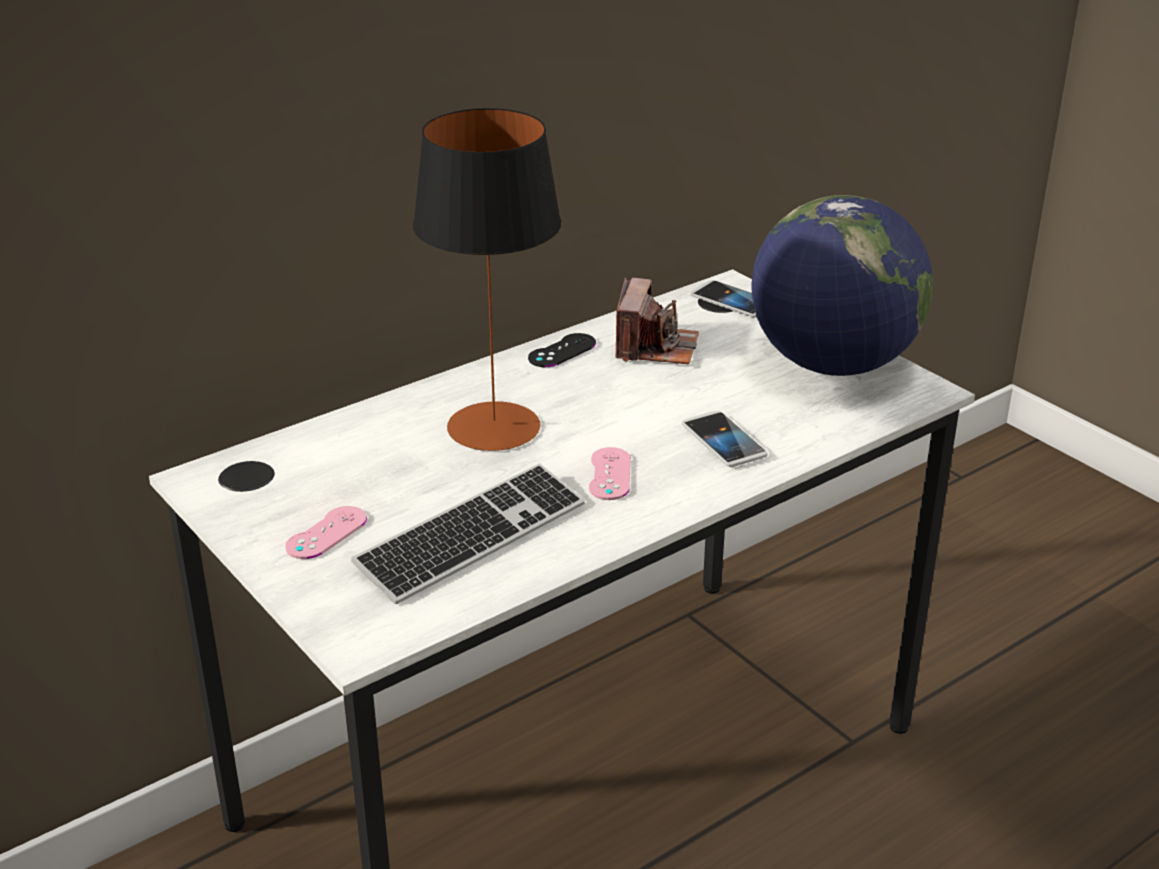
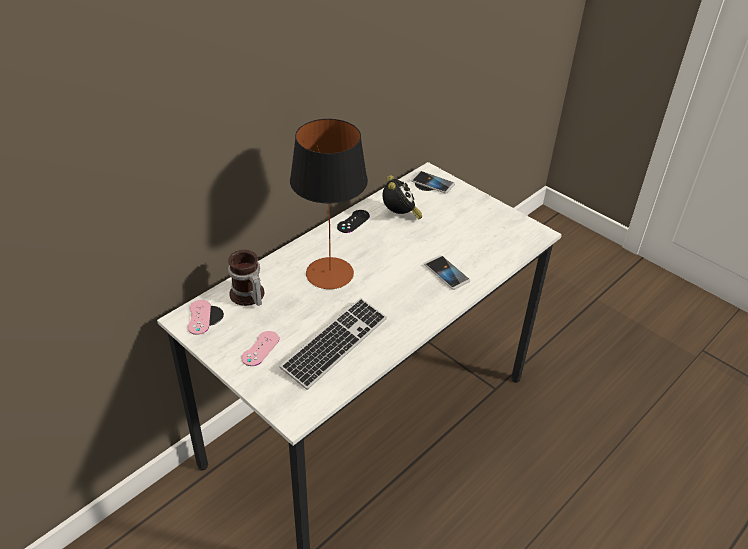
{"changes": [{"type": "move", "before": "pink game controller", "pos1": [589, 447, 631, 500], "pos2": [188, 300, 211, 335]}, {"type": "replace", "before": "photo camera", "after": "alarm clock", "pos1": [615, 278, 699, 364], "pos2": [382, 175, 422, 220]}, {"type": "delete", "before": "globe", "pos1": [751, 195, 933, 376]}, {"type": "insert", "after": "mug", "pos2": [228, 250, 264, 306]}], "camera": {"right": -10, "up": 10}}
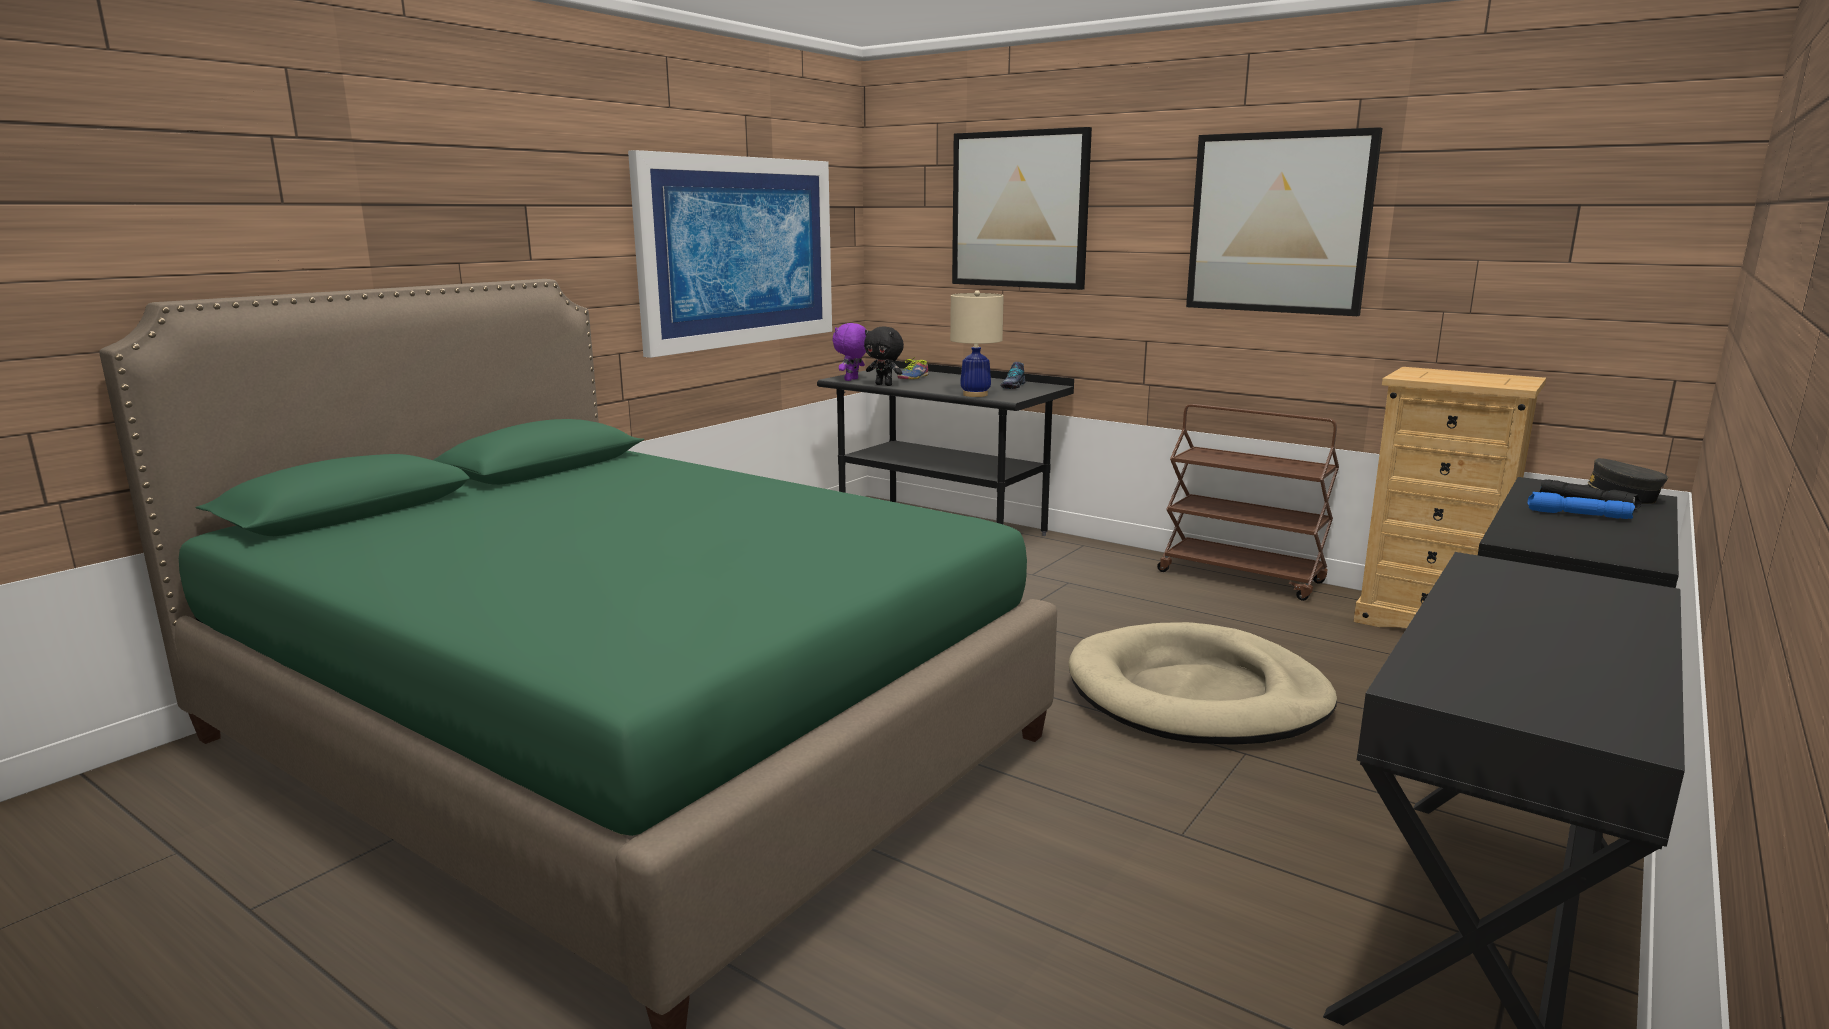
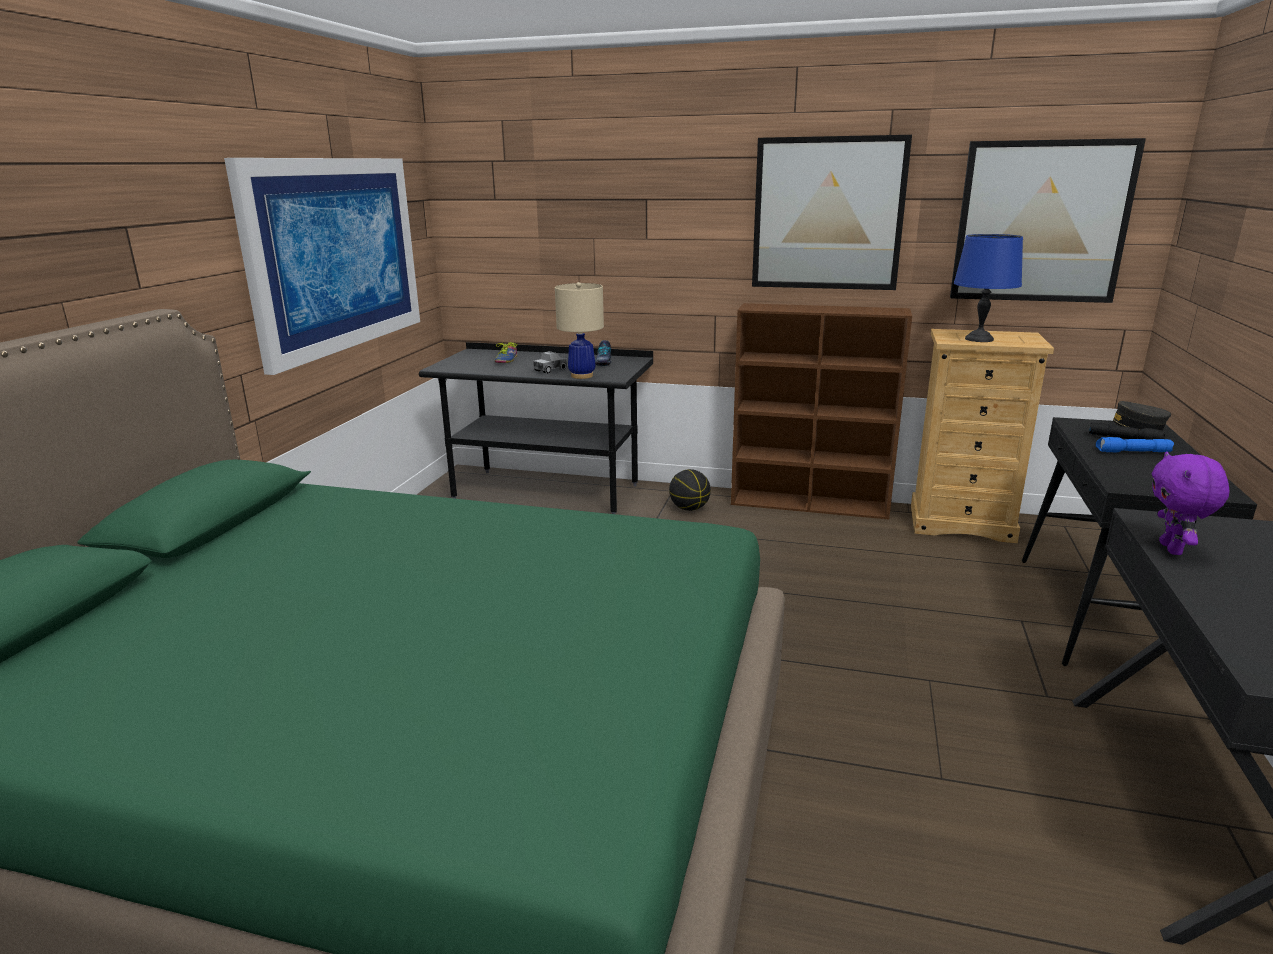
{"changes": [{"type": "move", "before": "purple plush toy", "pos1": [832, 323, 866, 381], "pos2": [1152, 451, 1230, 555]}, {"type": "delete", "before": "black plush toy", "pos1": [864, 327, 904, 386]}, {"type": "move", "before": "picture", "pos1": [952, 127, 1092, 290], "pos2": [950, 138, 1146, 303]}, {"type": "delete", "before": "beige dog bed", "pos1": [1068, 622, 1337, 745]}, {"type": "replace", "before": "brown cart", "after": "brown bookcase", "pos1": [1157, 404, 1339, 601], "pos2": [731, 303, 912, 519]}, {"type": "insert", "after": "toy truck", "pos2": [533, 351, 567, 374]}, {"type": "insert", "after": "basketball", "pos2": [669, 469, 711, 511]}, {"type": "insert", "after": "blue table lamp", "pos2": [954, 234, 1023, 342]}], "camera": {"right": -20, "up": 5}}
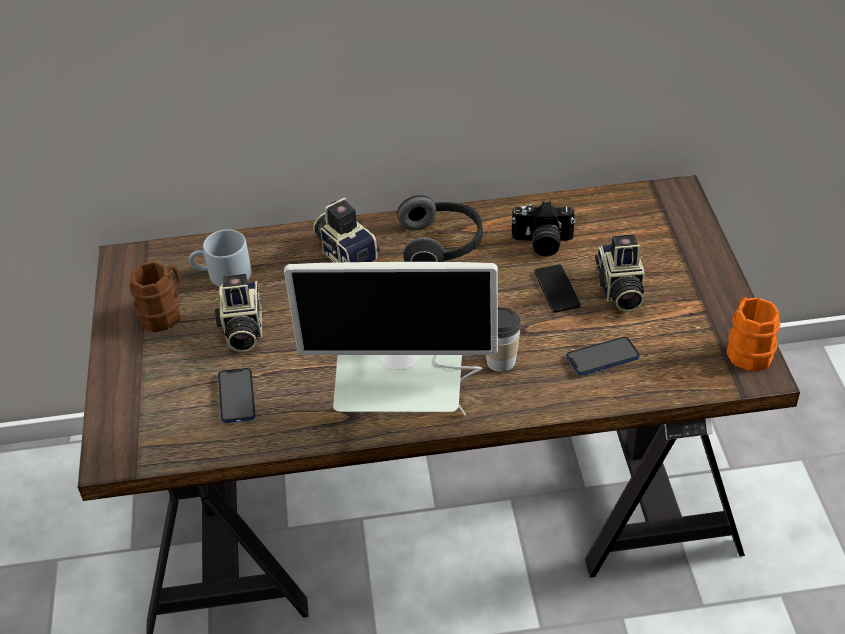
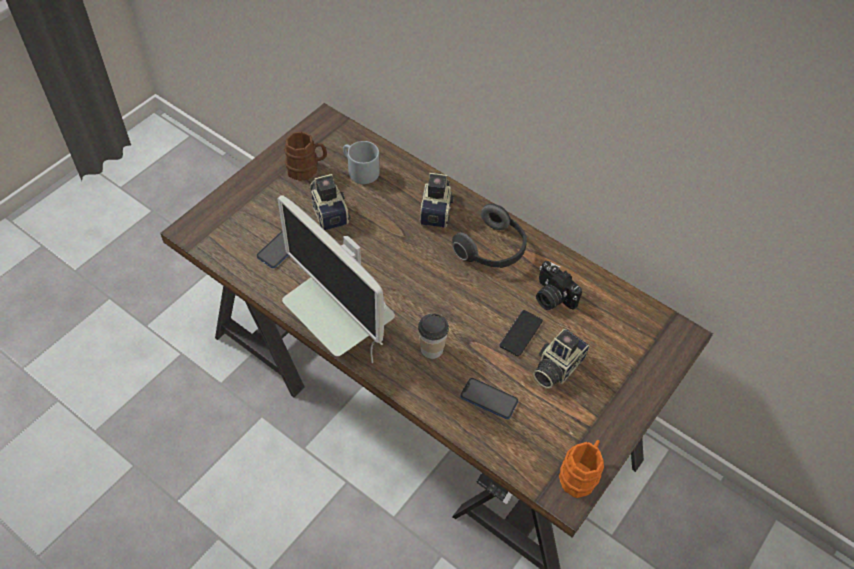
{"changes": [{"type": "rotate", "before": "photo camera", "pos1": [215, 274, 262, 352], "pos2": [310, 174, 351, 230], "turn": 120}], "camera": {"right": 40, "up": 10}}
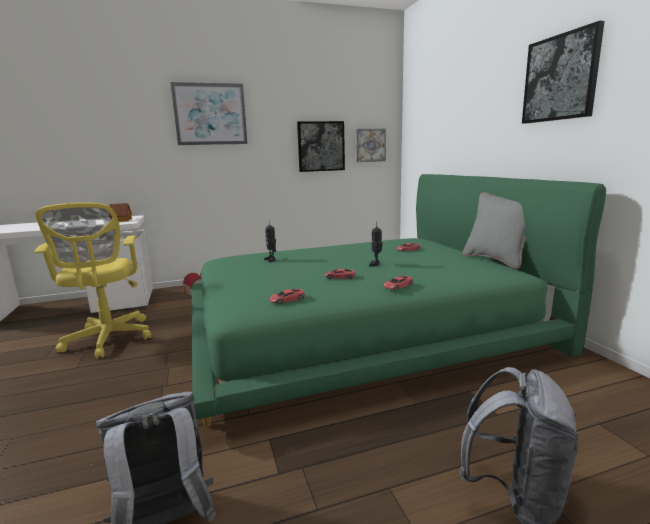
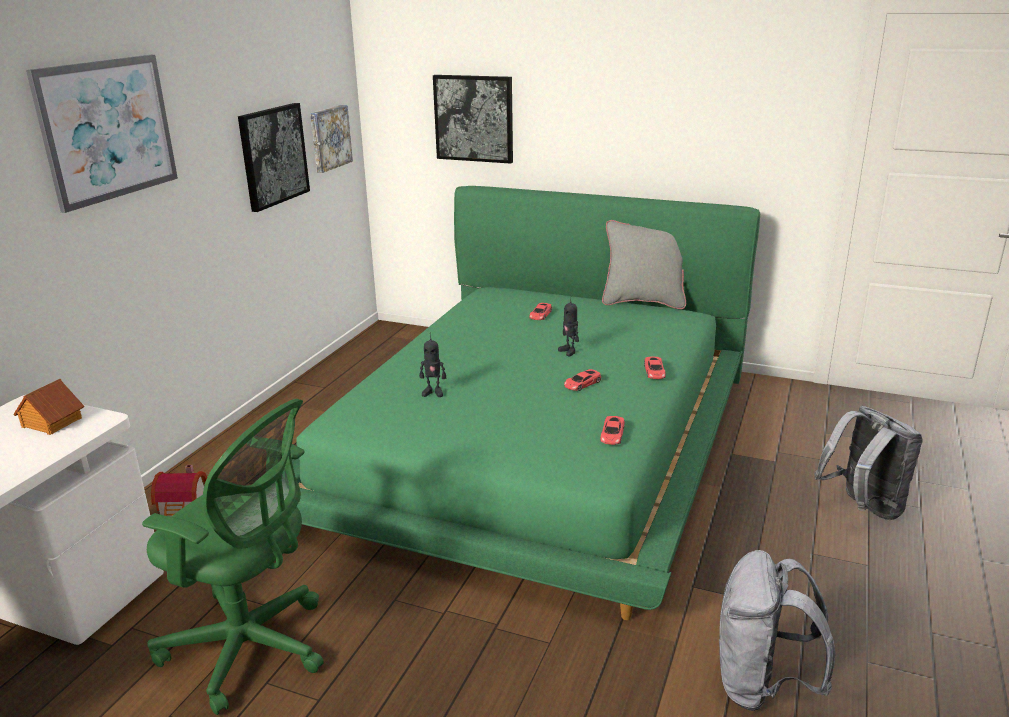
{"changes": [{"type": "recolor", "before": "yellow office chair", "after": "green office chair", "pos1": [35, 202, 152, 358], "pos2": [142, 399, 324, 715]}, {"type": "move", "before": "picture", "pos1": [522, 21, 605, 124], "pos2": [433, 75, 513, 164]}], "camera": {"right": -50, "up": 10}}
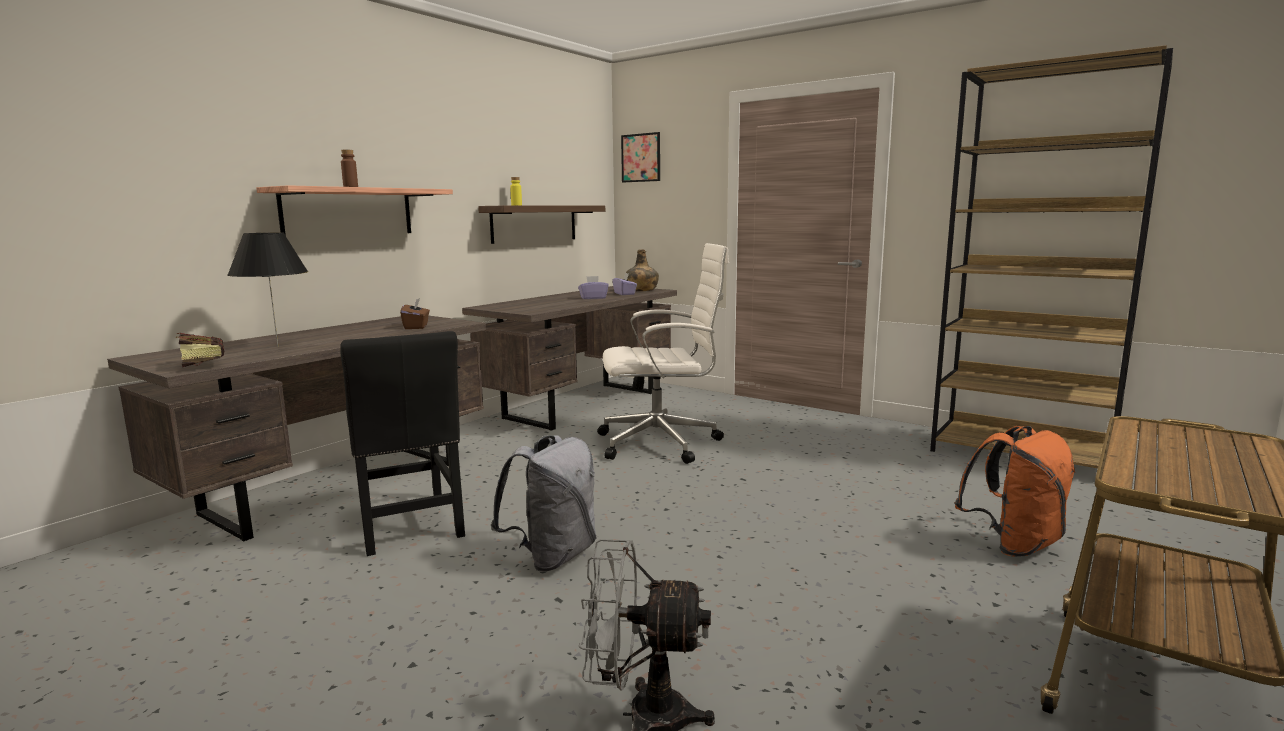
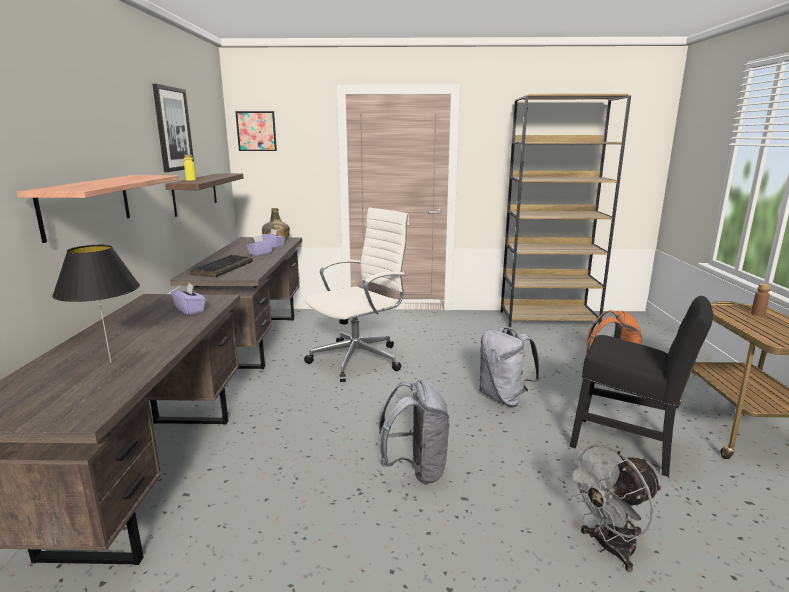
{"changes": [{"type": "delete", "before": "book", "pos1": [176, 333, 224, 367]}, {"type": "move", "before": "black chair", "pos1": [340, 331, 465, 556], "pos2": [570, 296, 713, 477]}, {"type": "move", "before": "brown bottle", "pos1": [341, 150, 358, 187], "pos2": [751, 284, 771, 316]}, {"type": "recolor", "before": "brown tissue box", "after": "purple tissue box", "pos1": [400, 298, 430, 329], "pos2": [171, 283, 206, 315]}, {"type": "insert", "after": "picture", "pos2": [153, 84, 194, 172]}, {"type": "insert", "after": "keyboard", "pos2": [190, 255, 253, 277]}, {"type": "insert", "after": "grey backpack", "pos2": [479, 328, 541, 407]}], "camera": {"right": -35, "up": 5}}
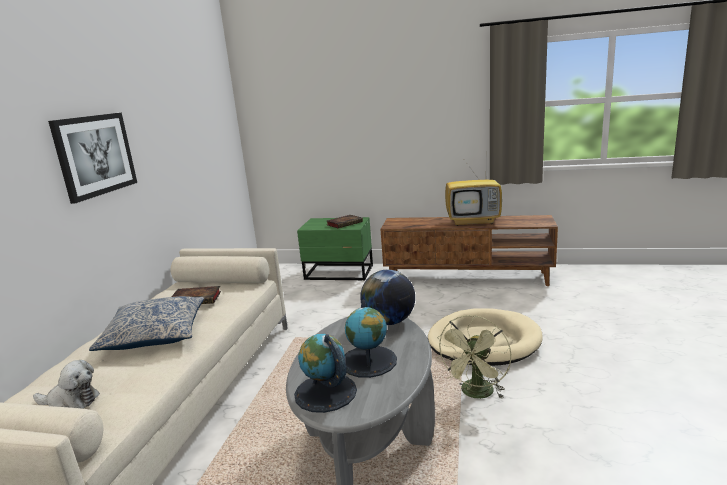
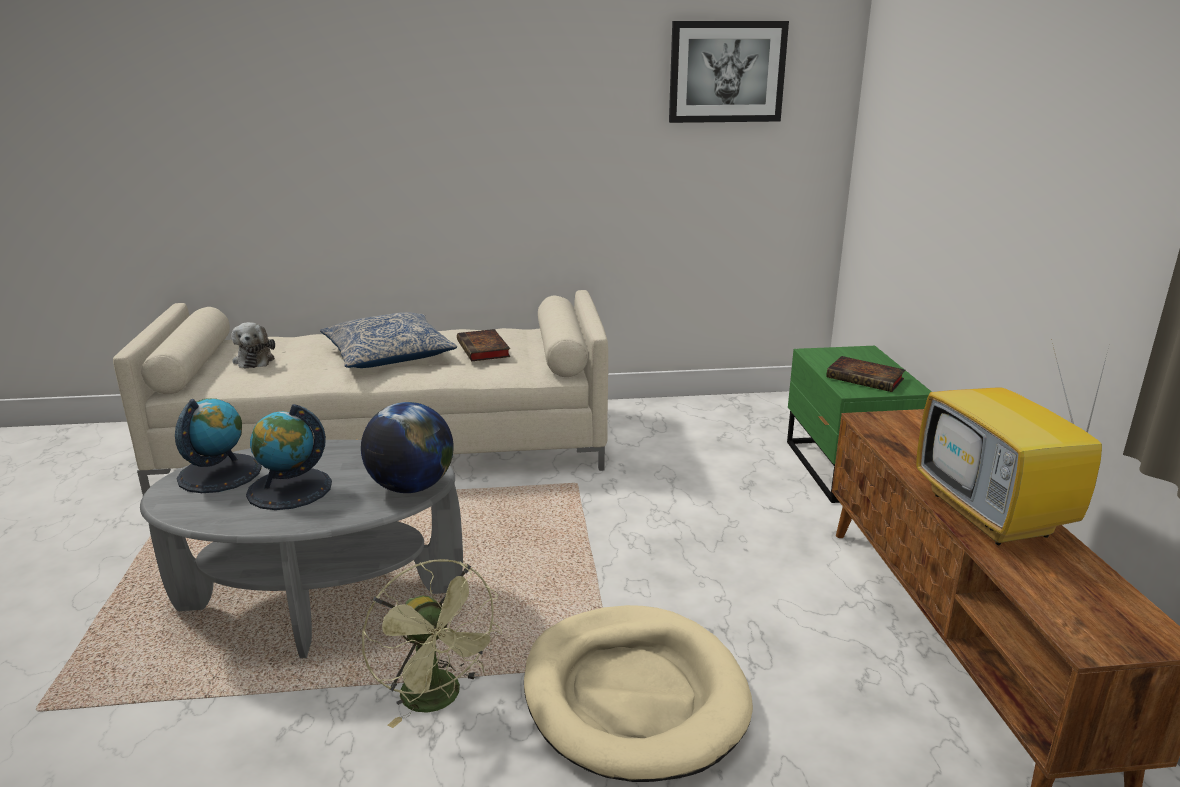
{"changes": [{"type": "move", "before": "picture", "pos1": [48, 113, 137, 204], "pos2": [669, 21, 789, 123]}, {"type": "rotate", "before": "green fan", "pos1": [436, 315, 511, 399], "pos2": [362, 559, 502, 728], "turn": -135}], "camera": {"right": 70, "up": 5}}
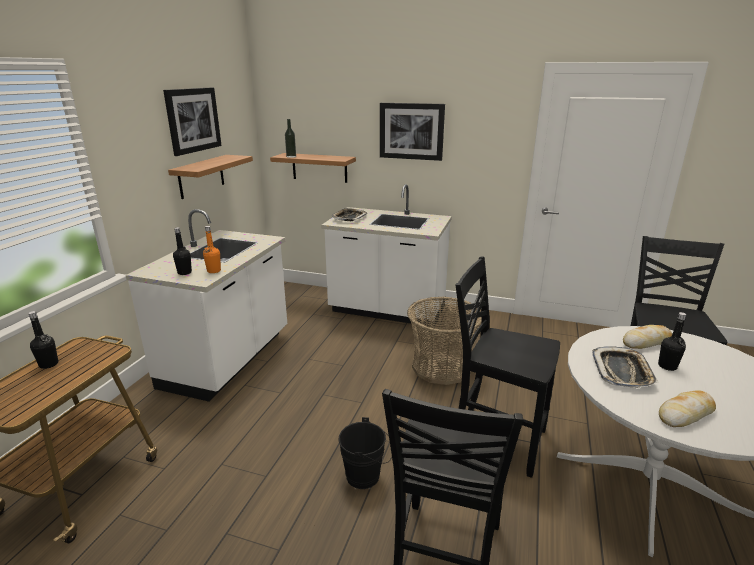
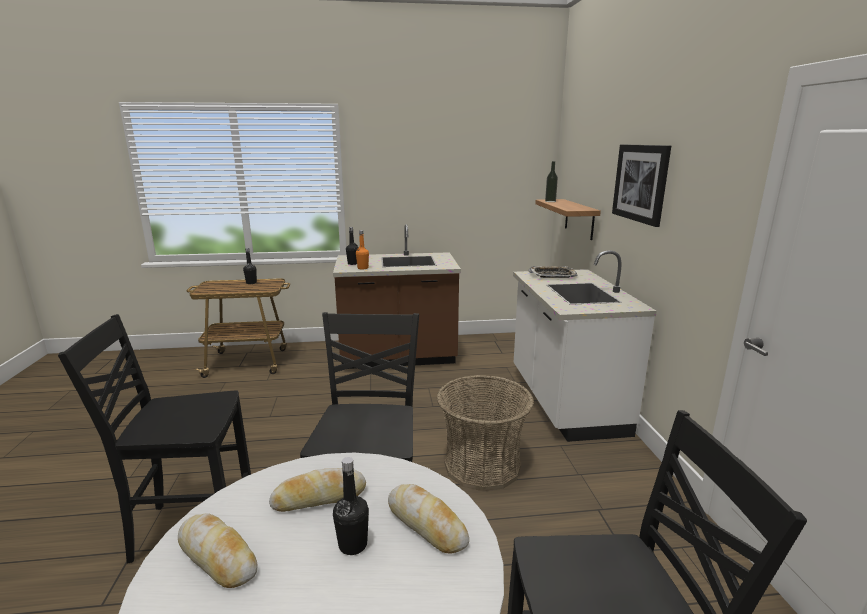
{"changes": [{"type": "recolor", "before": "white counter", "after": "brown counter", "pos1": [126, 209, 287, 402], "pos2": [333, 224, 461, 369]}, {"type": "delete", "before": "picture", "pos1": [163, 87, 222, 156]}, {"type": "delete", "before": "shelf", "pos1": [168, 155, 253, 199]}, {"type": "delete", "before": "black bucket", "pos1": [339, 417, 392, 489]}, {"type": "replace", "before": "tray", "after": "bread", "pos1": [592, 346, 658, 388], "pos2": [269, 468, 366, 512]}], "camera": {"right": 65, "up": -5}}
